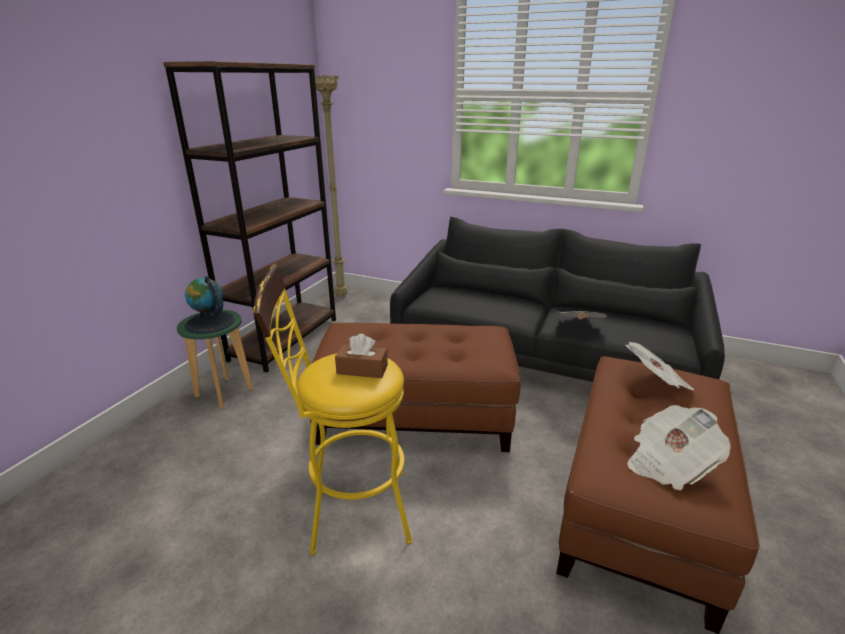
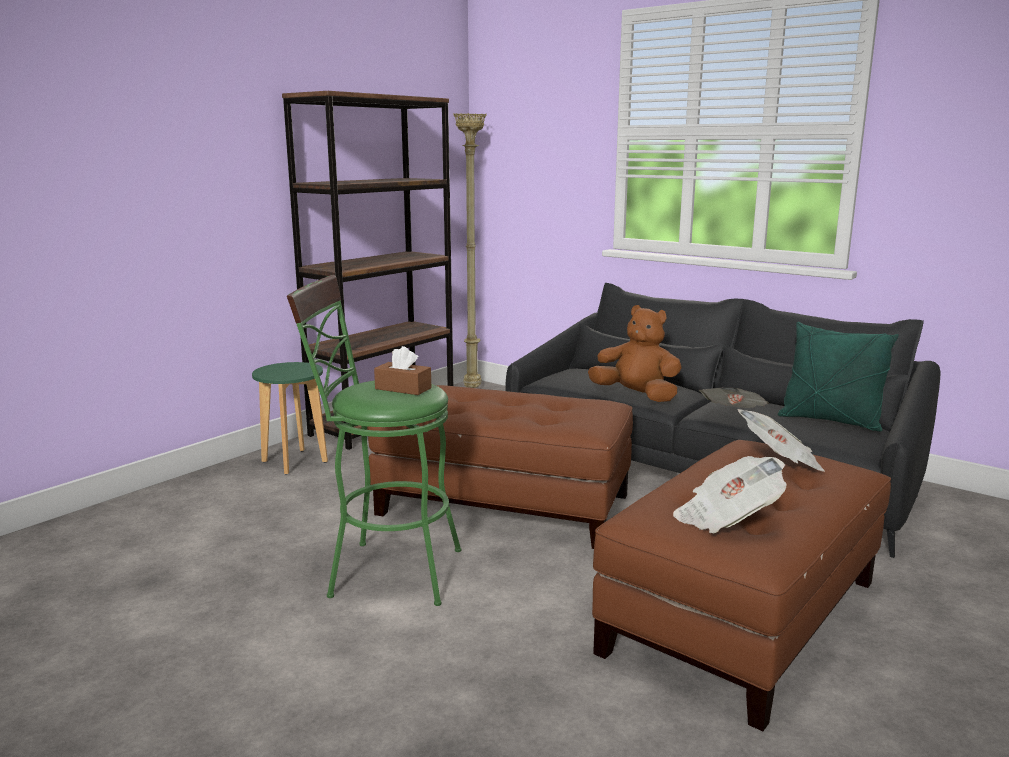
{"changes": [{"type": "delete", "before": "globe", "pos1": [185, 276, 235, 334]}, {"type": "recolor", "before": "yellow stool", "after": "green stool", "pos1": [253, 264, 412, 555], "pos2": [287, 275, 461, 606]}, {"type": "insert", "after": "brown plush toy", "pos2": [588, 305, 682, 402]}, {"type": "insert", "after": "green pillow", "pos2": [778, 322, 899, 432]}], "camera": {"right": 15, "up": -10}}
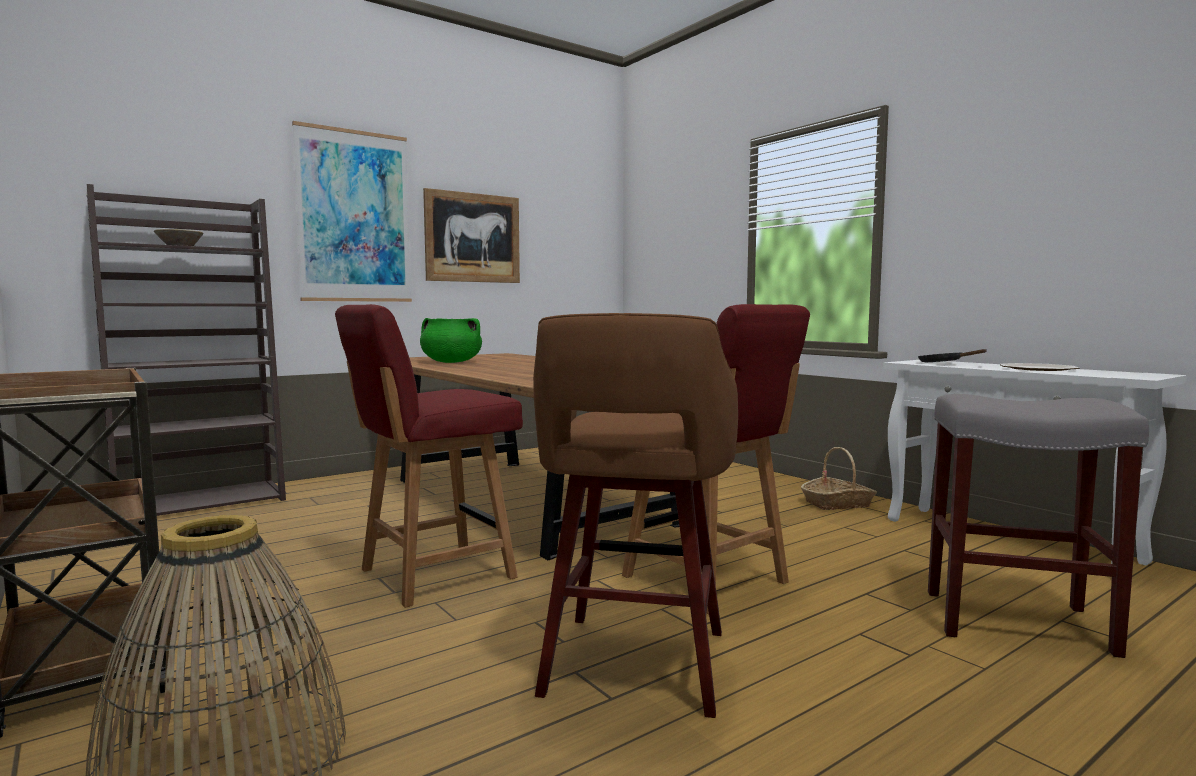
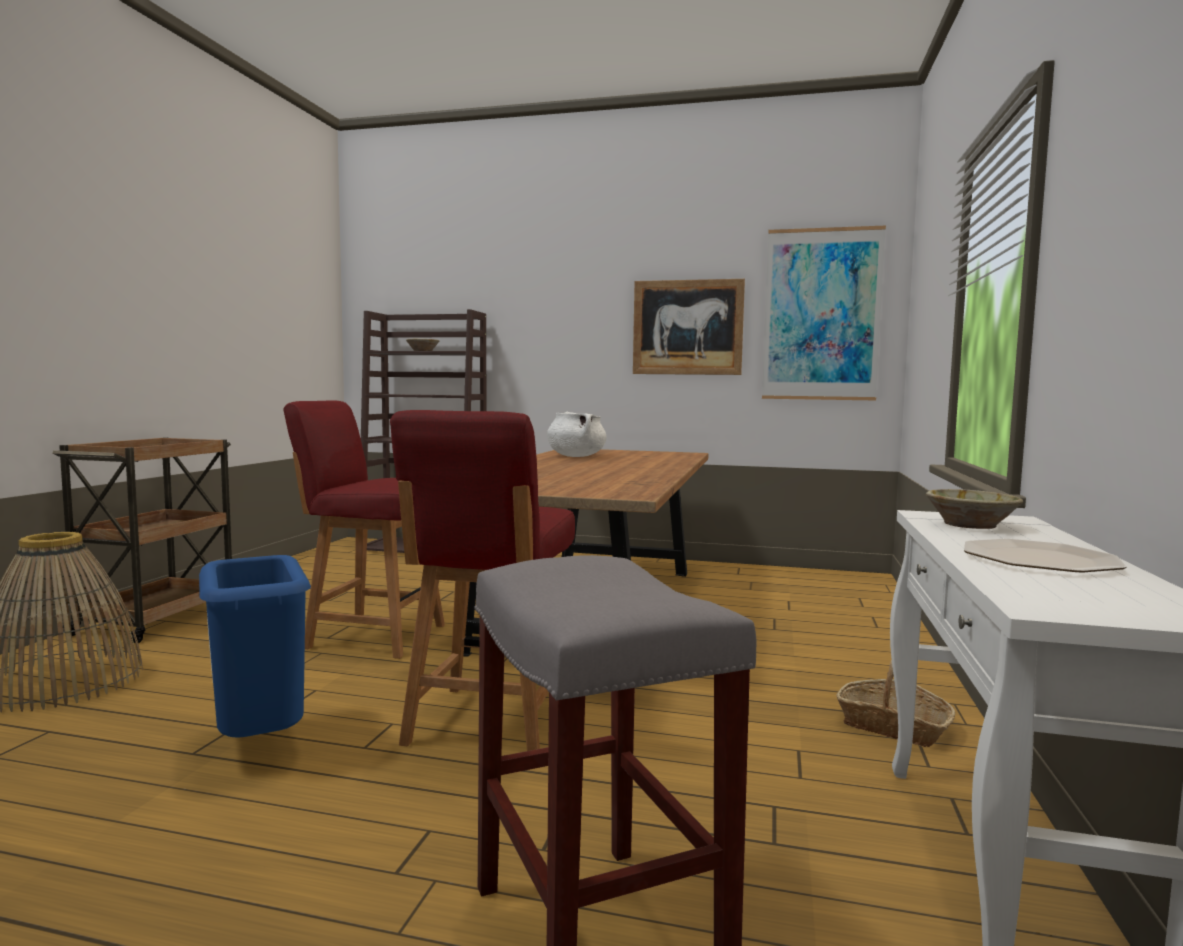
{"changes": [{"type": "move", "before": "picture", "pos1": [292, 121, 412, 302], "pos2": [762, 226, 886, 400]}, {"type": "recolor", "before": "green cooking pot", "after": "white cooking pot", "pos1": [420, 318, 482, 363], "pos2": [547, 412, 607, 457]}, {"type": "replace", "before": "brown stool", "after": "blue trash can", "pos1": [533, 313, 738, 718], "pos2": [199, 555, 311, 738]}, {"type": "replace", "before": "black frying pan", "after": "beige bowl", "pos1": [918, 349, 987, 362], "pos2": [926, 489, 1023, 529]}], "camera": {"right": 50, "up": 0}}
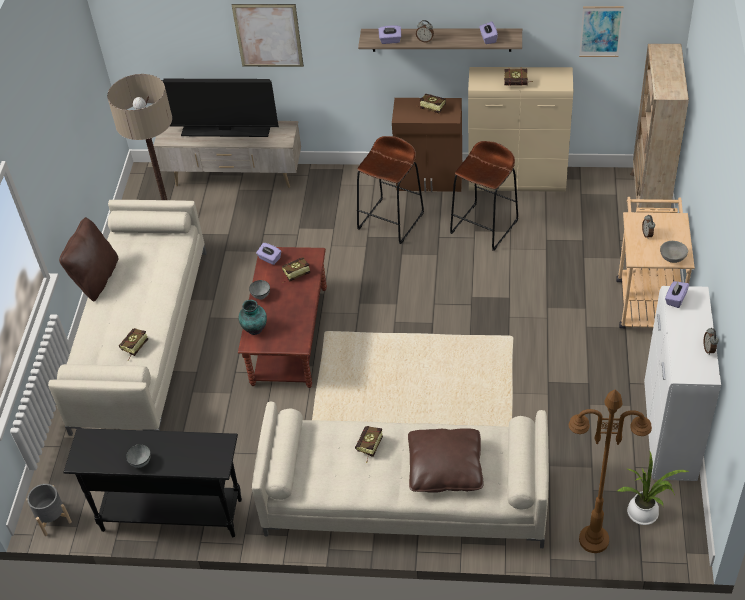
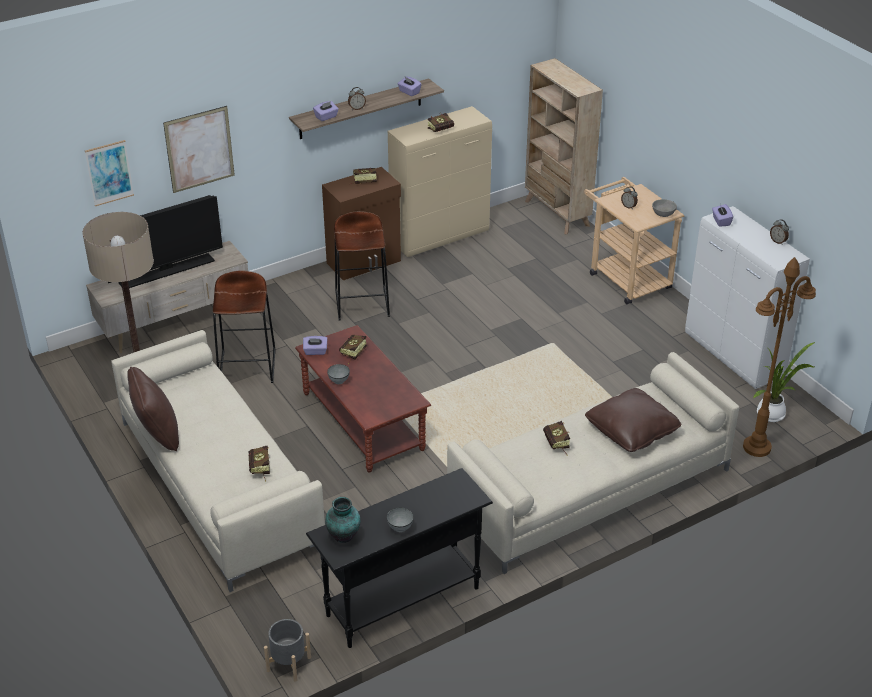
{"changes": [{"type": "move", "before": "vase", "pos1": [239, 300, 267, 335], "pos2": [325, 497, 361, 543]}, {"type": "move", "before": "brown stool", "pos1": [450, 141, 518, 251], "pos2": [213, 270, 276, 383]}, {"type": "move", "before": "picture", "pos1": [579, 6, 624, 57], "pos2": [85, 140, 134, 206]}], "camera": {"right": -40, "up": -10}}
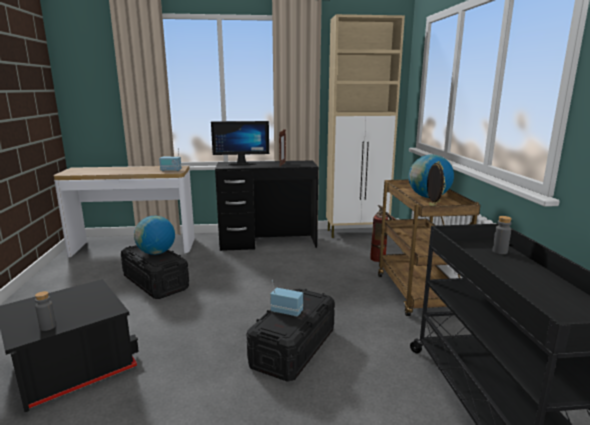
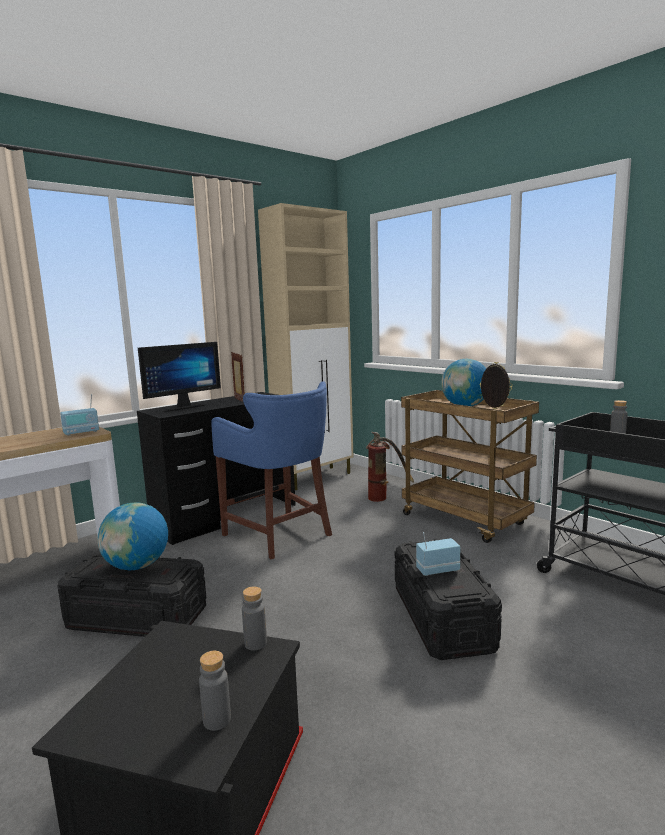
{"changes": [{"type": "insert", "after": "blue stool", "pos2": [211, 381, 332, 559]}, {"type": "insert", "after": "grey bottle", "pos2": [242, 586, 267, 650]}], "camera": {"right": -35, "up": -5}}
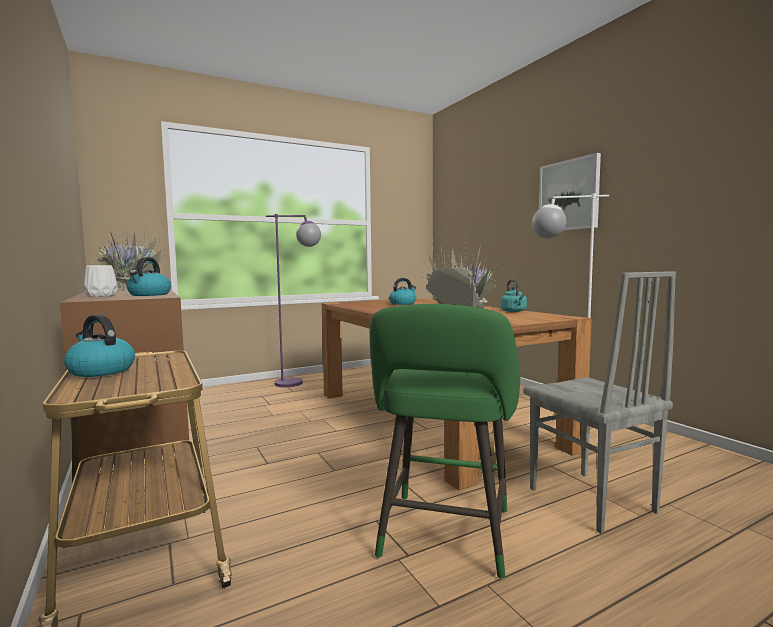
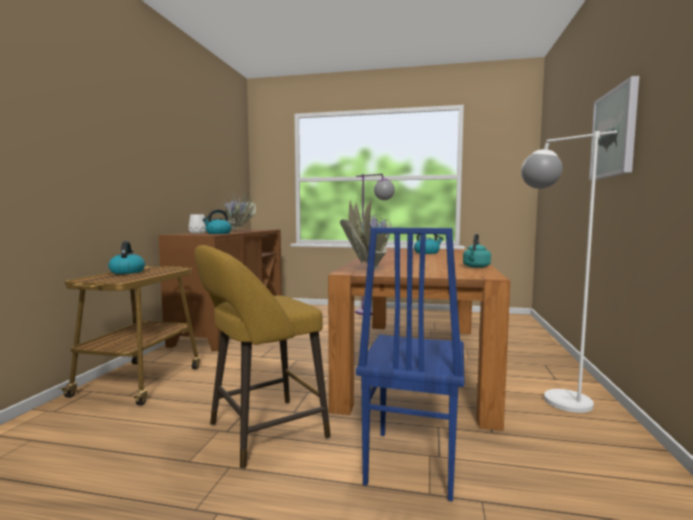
{"changes": [{"type": "recolor", "before": "green stool", "after": "yellow stool", "pos1": [369, 304, 520, 579], "pos2": [195, 245, 331, 469]}, {"type": "recolor", "before": "grey chair", "after": "blue chair", "pos1": [523, 271, 676, 534], "pos2": [356, 227, 464, 502]}], "camera": {"right": 40, "up": 0}}
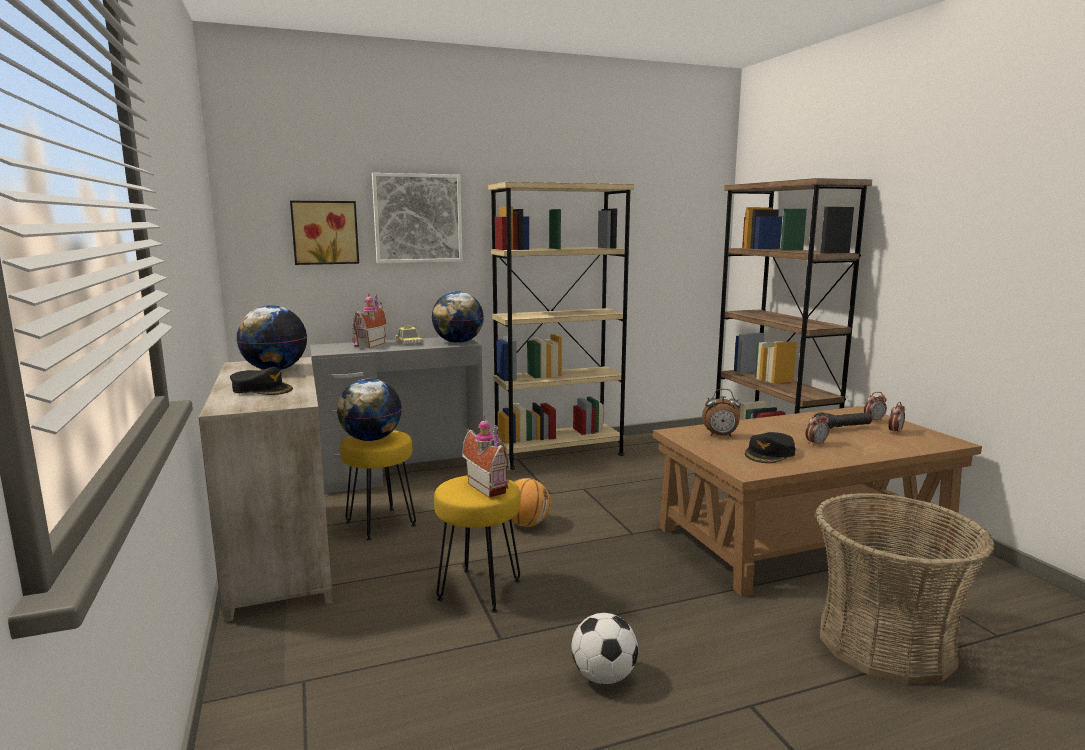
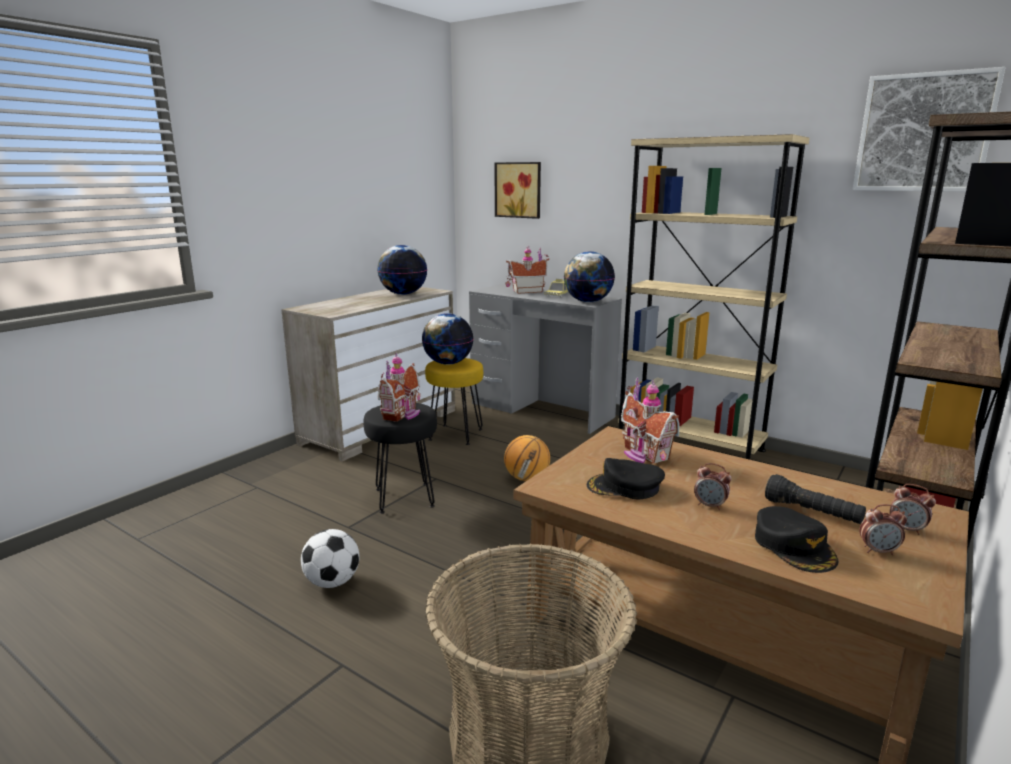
{"changes": [{"type": "move", "before": "black cap", "pos1": [230, 367, 293, 395], "pos2": [755, 506, 839, 573]}, {"type": "move", "before": "picture", "pos1": [372, 173, 463, 263], "pos2": [852, 67, 1006, 192]}, {"type": "recolor", "before": "yellow stool", "after": "black stool", "pos1": [434, 475, 521, 613], "pos2": [364, 403, 437, 514]}, {"type": "replace", "before": "alarm clock", "after": "toy house", "pos1": [702, 389, 740, 437], "pos2": [621, 377, 679, 464]}], "camera": {"right": 55, "up": 5}}
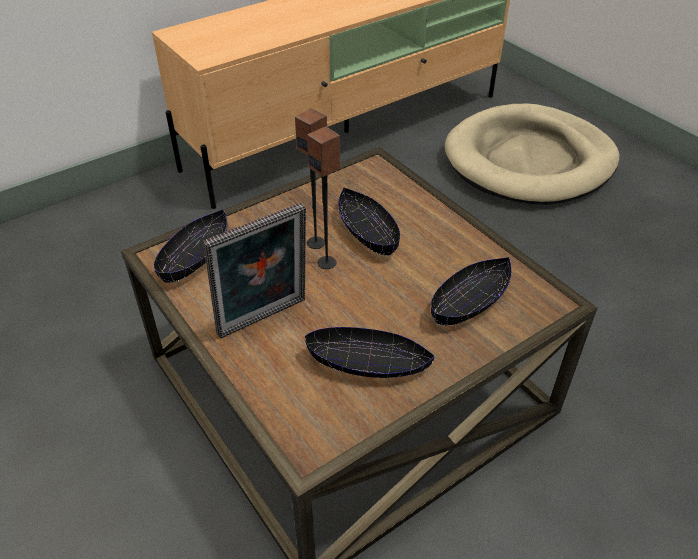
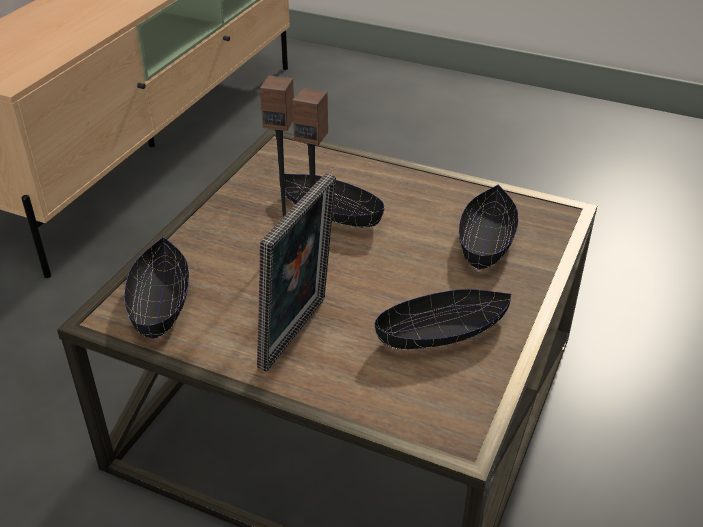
{"changes": [{"type": "delete", "before": "beige dog bed", "pos1": [445, 104, 620, 205]}], "camera": {"right": -30, "up": -5}}
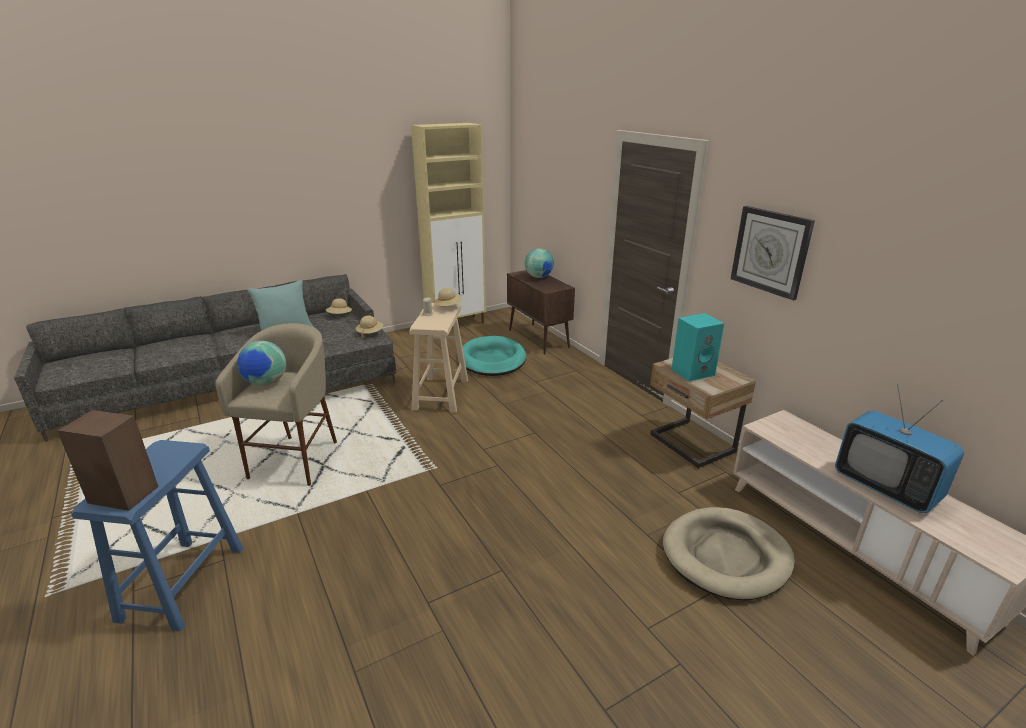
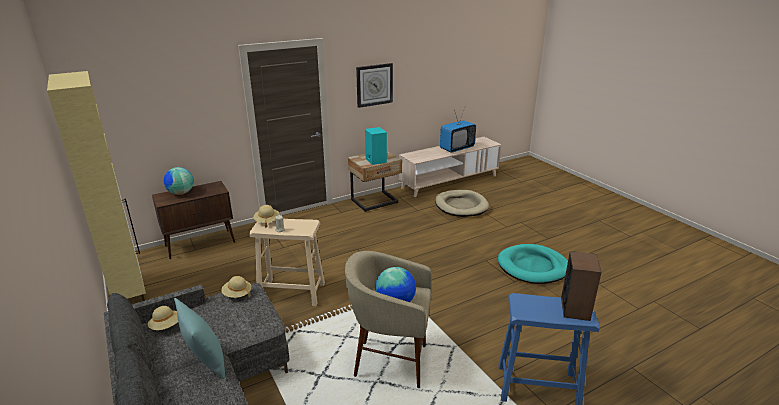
{"changes": [{"type": "move", "before": "turquoise dog bed", "pos1": [462, 336, 526, 376], "pos2": [498, 244, 568, 284]}], "camera": {"right": -90, "up": 0}}
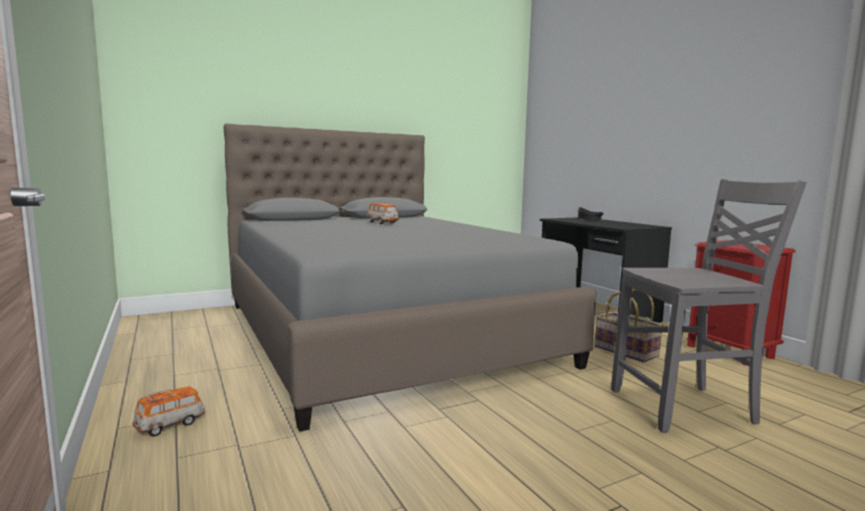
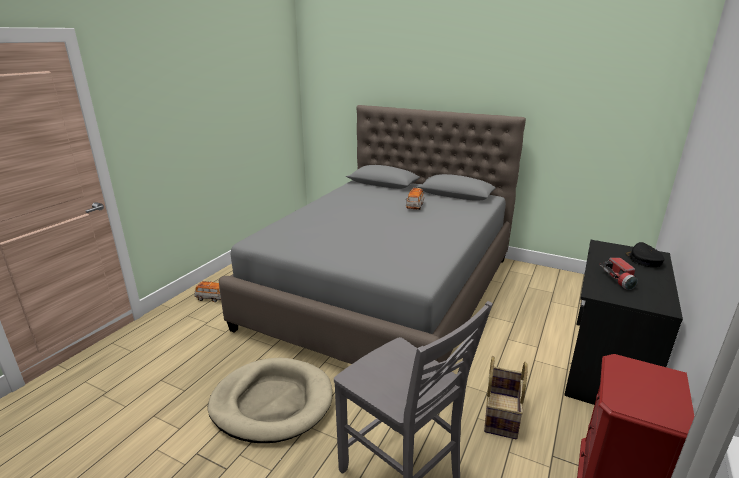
{"changes": [{"type": "insert", "after": "beige dog bed", "pos2": [208, 358, 332, 443]}, {"type": "insert", "after": "flashlight", "pos2": [599, 258, 638, 290]}], "camera": {"right": 55, "up": 15}}
